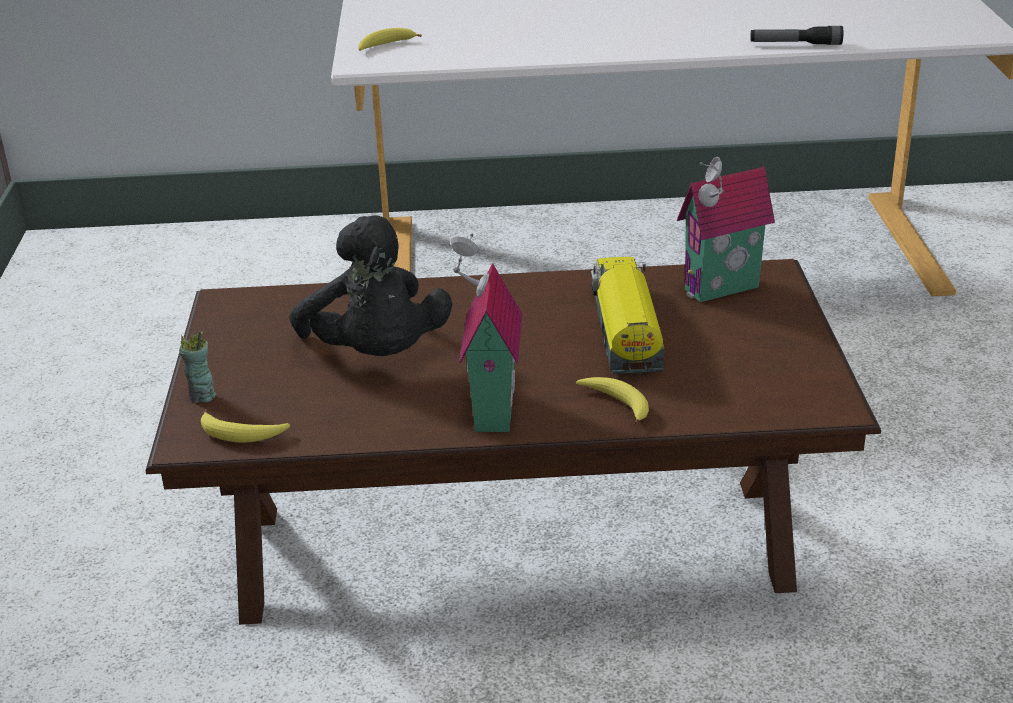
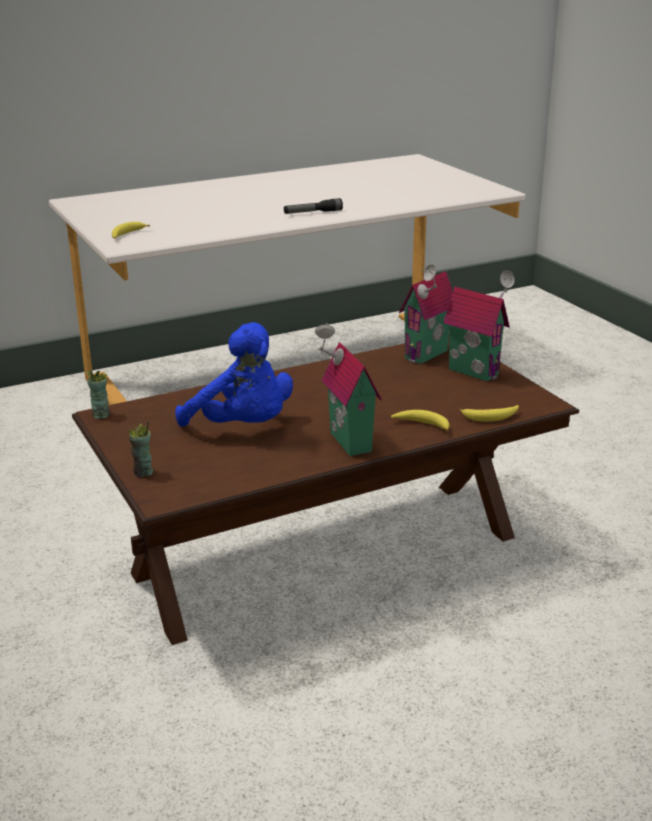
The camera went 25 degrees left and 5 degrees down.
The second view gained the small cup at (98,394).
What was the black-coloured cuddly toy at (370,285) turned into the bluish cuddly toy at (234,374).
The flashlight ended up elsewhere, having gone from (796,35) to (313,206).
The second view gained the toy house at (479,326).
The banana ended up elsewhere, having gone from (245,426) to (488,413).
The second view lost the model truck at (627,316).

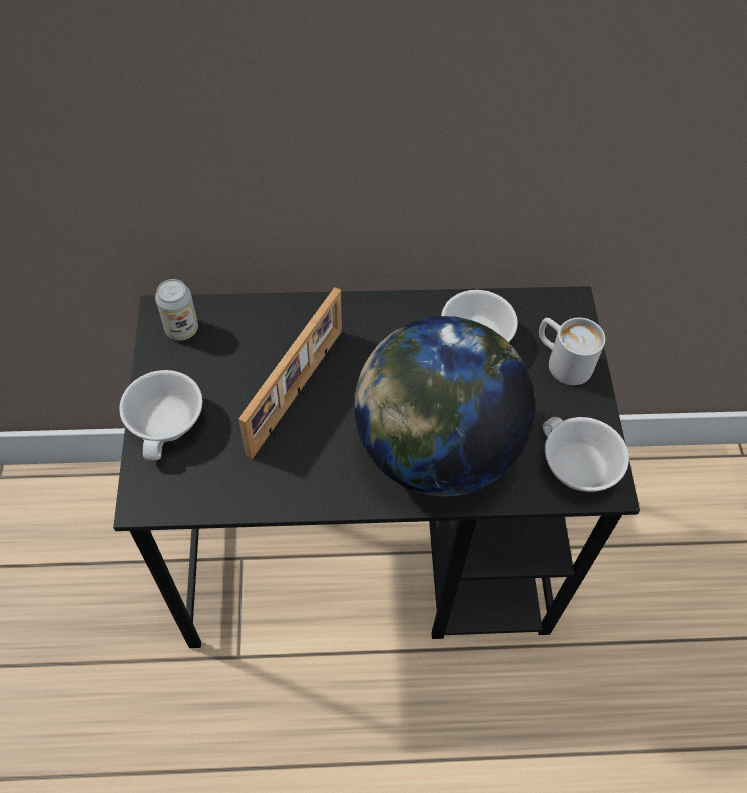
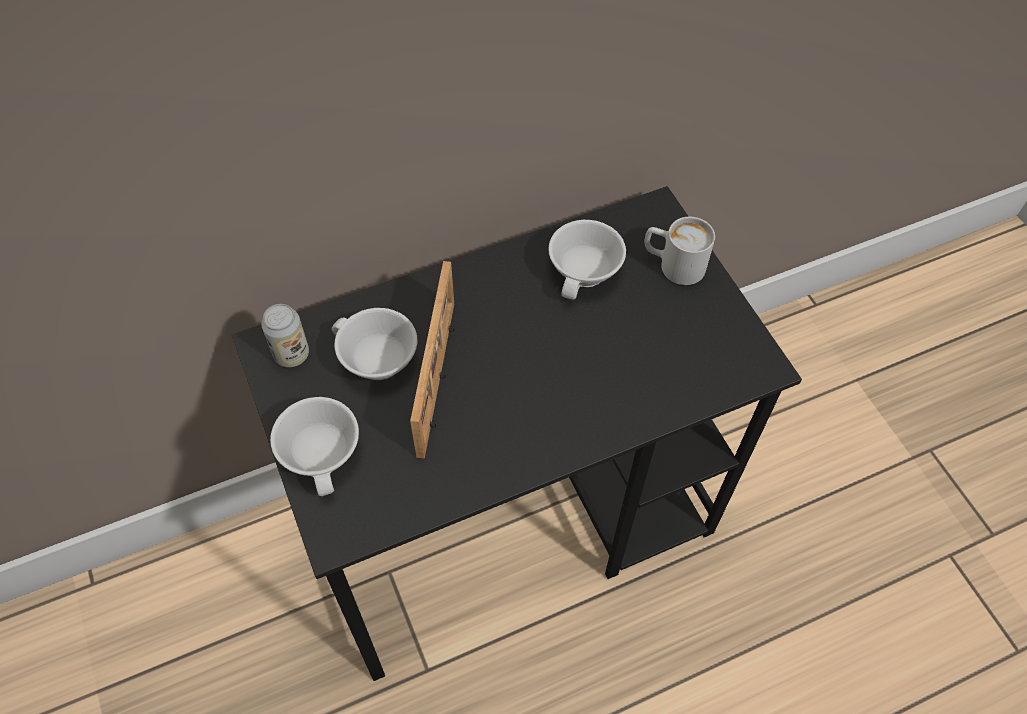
The camera went 20 degrees left and 0 degrees up.
The white small cup ended up elsewhere, having gone from (586,454) to (374,344).
The second view lost the desk globe at (444,406).

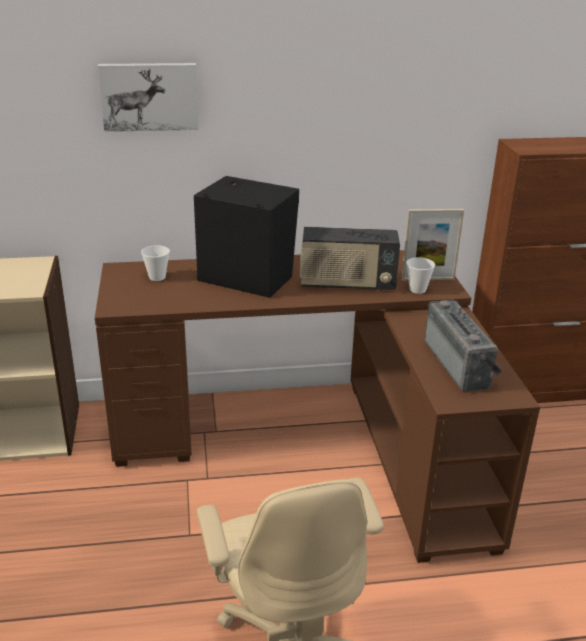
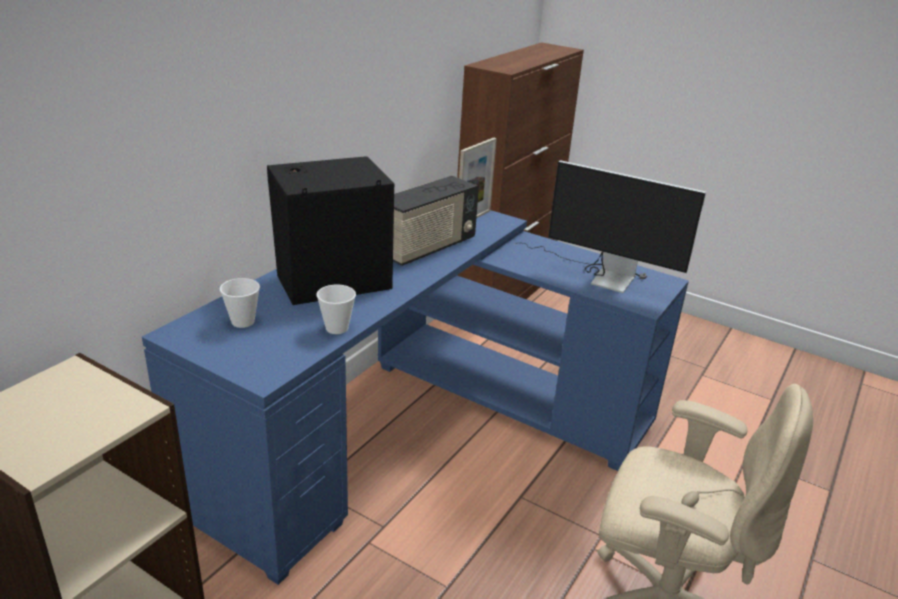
The camera went 50 degrees left and 0 degrees up.
What was the brown desk unit at (317,406) turned into the bluish desk unit at (415,397).
The small cup ended up elsewhere, having gone from (420,275) to (336,309).
Where the radio set stood at (464,346), the computer screen came to stand at (610,226).
The second view lost the wall art at (148,97).

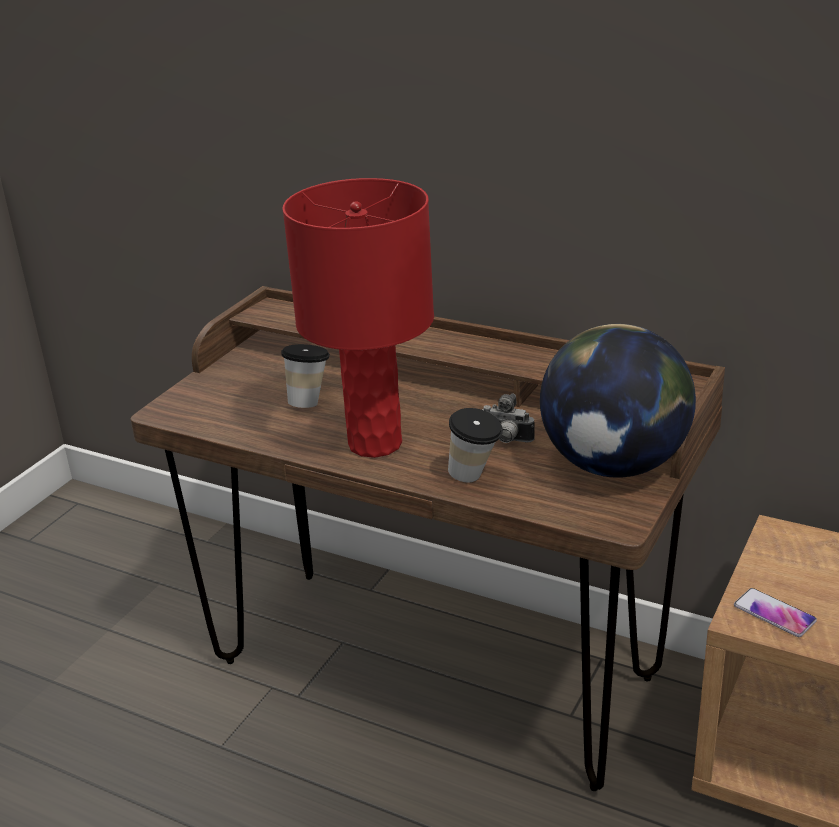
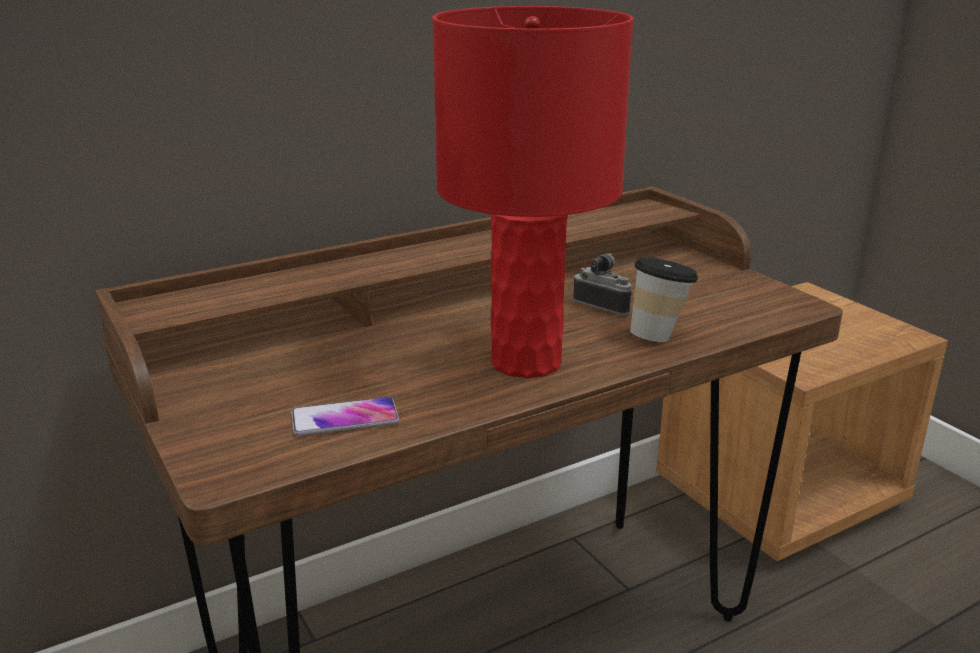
The camera went 60 degrees left and 5 degrees down.
The handset ended up elsewhere, having gone from (775,612) to (345,416).
The photo camera at (508,418) ended up facing another way, 105 degrees counterclockwise from before.
The second view lost the small cup at (305,376).
The second view lost the desk globe at (618,401).

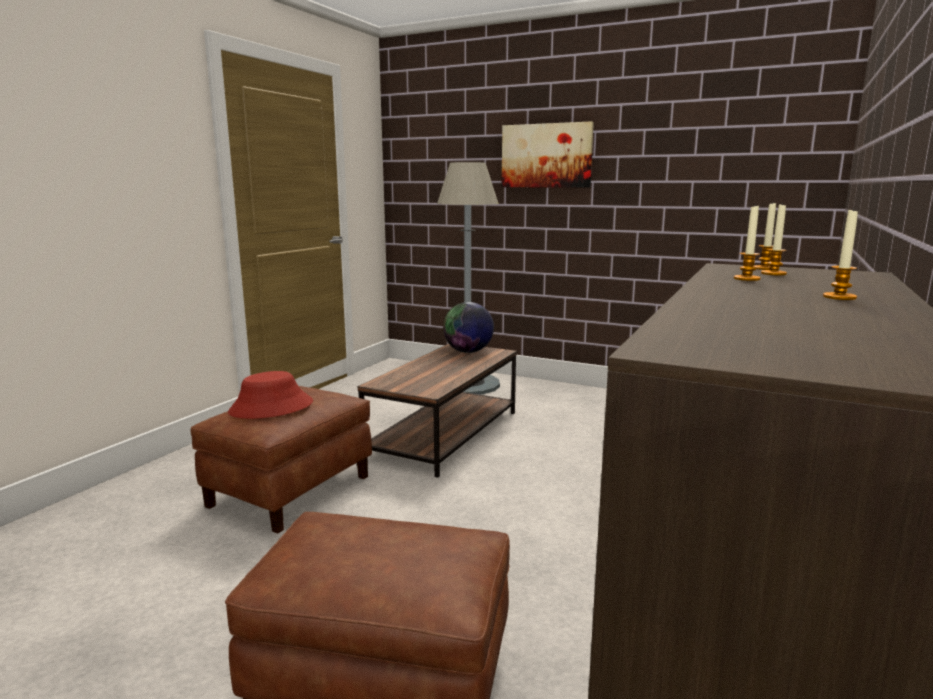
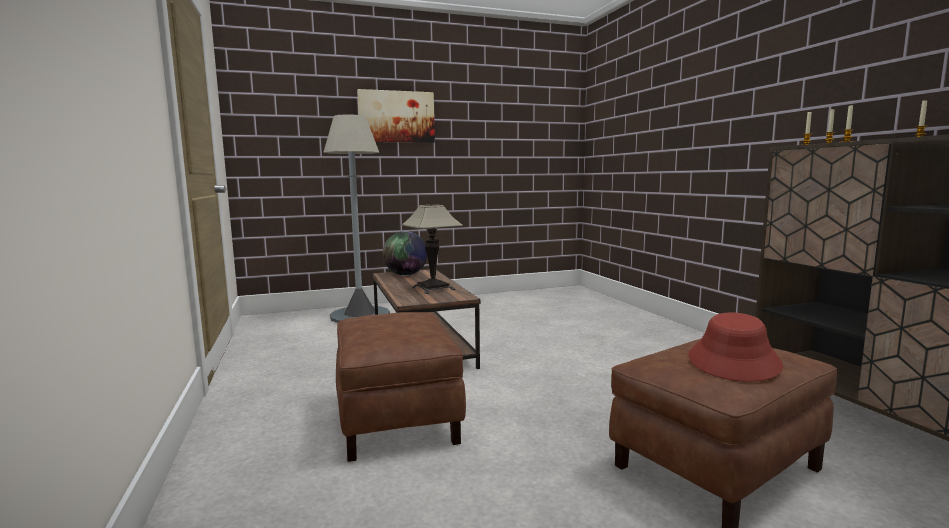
The camera went 45 degrees left and 5 degrees down.
The second view gained the tabletop lamp at (432,249).
The reddish hat ended up elsewhere, having gone from (270,395) to (735,347).

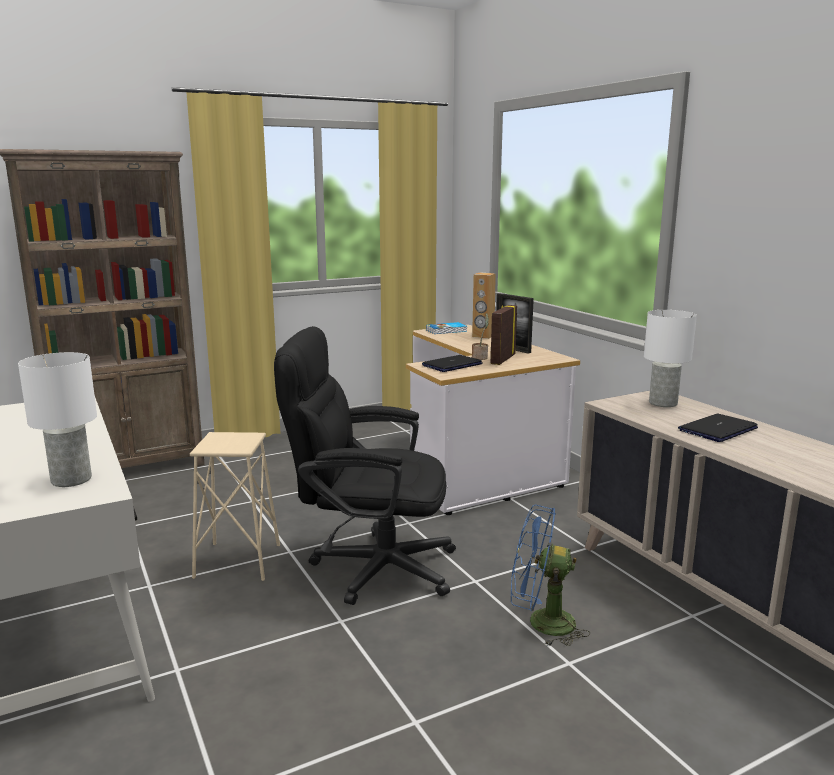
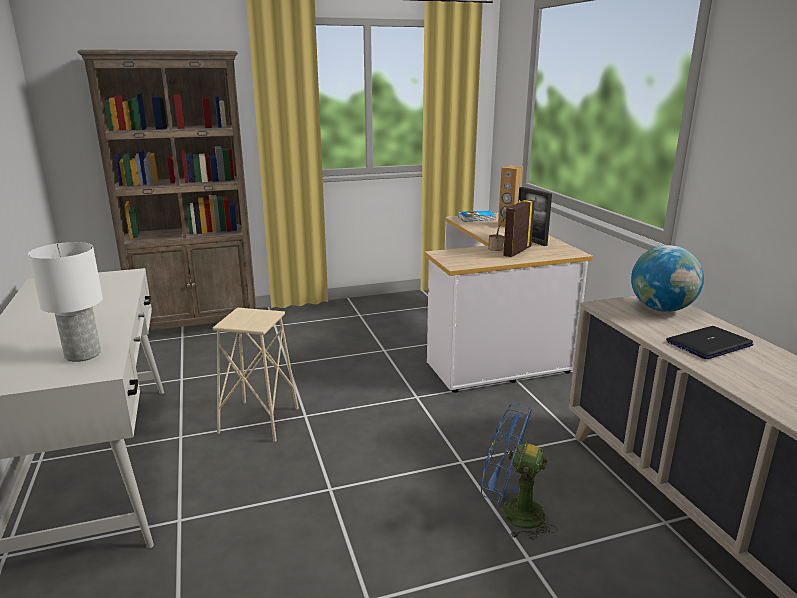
The camera went 10 degrees right and 5 degrees up.
Where the white tabletop lamp stood at (670,358), the desk globe came to stand at (667,278).
The second view lost the black-coloured office chair at (365,465).
The second view lost the notebook computer at (452,363).

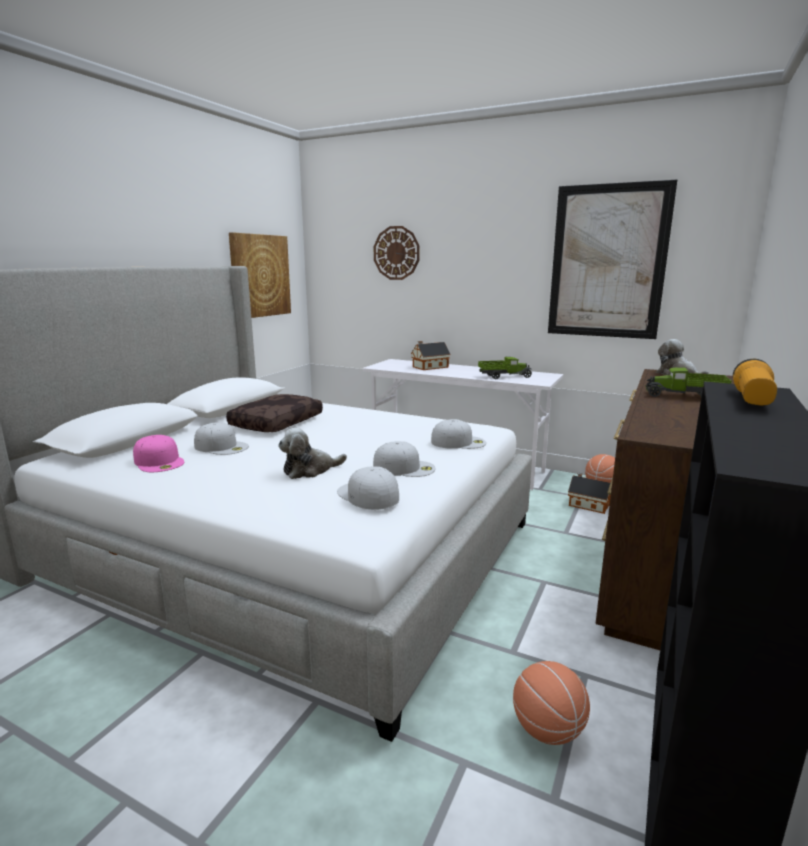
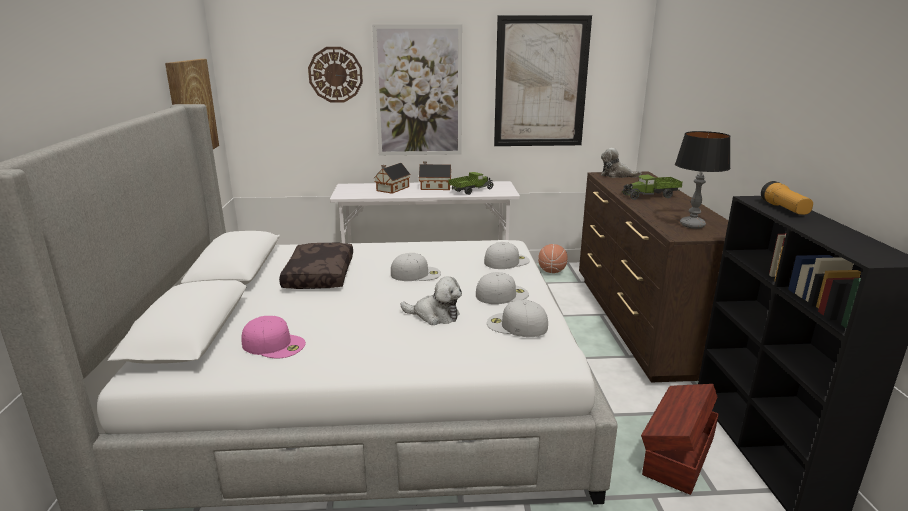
The camera went 30 degrees left and 5 degrees up.
The second view gained the wall art at (417,89).
The white baseball cap ended up elsewhere, having gone from (221,439) to (416,267).
The cuddly toy at (312,453) ended up facing another way, 105 degrees counterclockwise from before.
The toy house ended up elsewhere, having gone from (589,493) to (435,175).
Where the basketball ball stood at (551,703), the brown storage bin came to stand at (680,439).
The second view gained the tabletop lamp at (702,180).

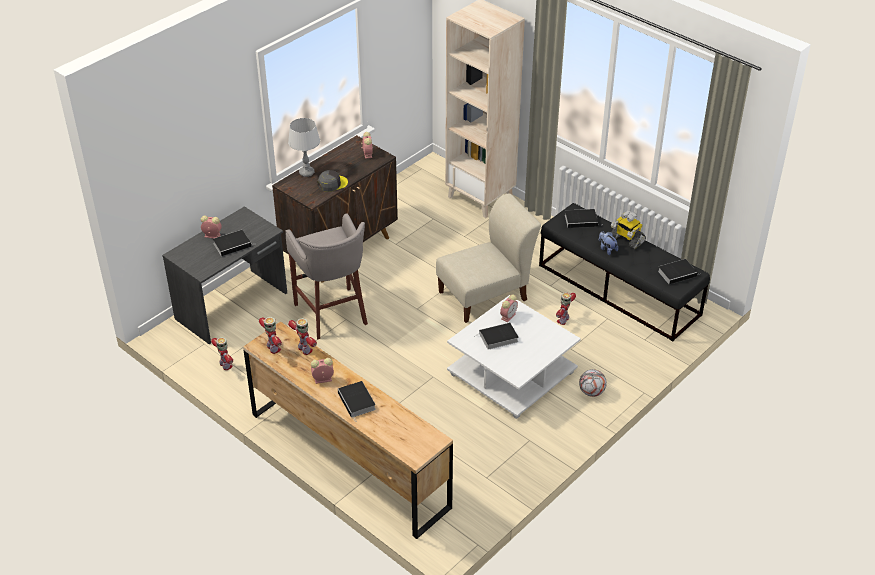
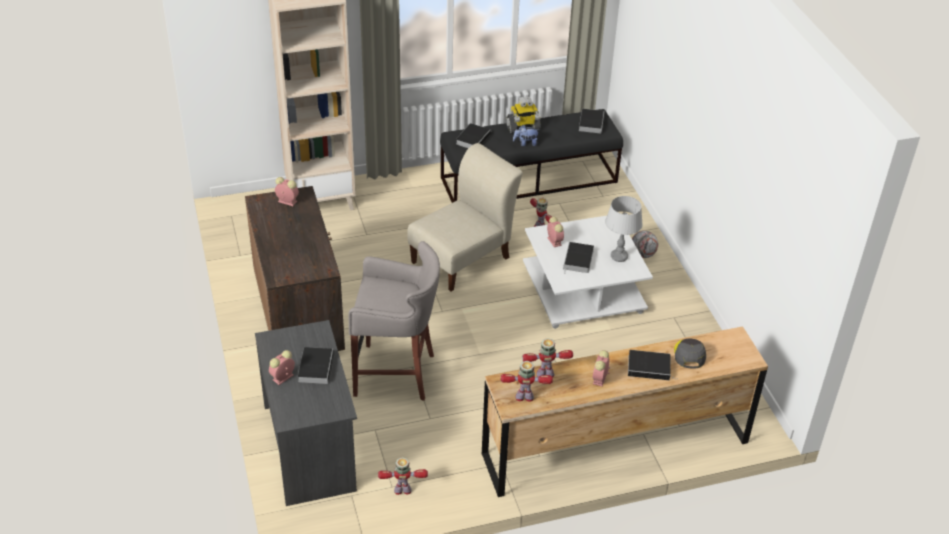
The camera went 60 degrees left and 0 degrees up.
The beige chair at (488,258) ended up facing another way, 45 degrees clockwise from before.
The grey tabletop lamp ended up elsewhere, having gone from (304,147) to (624,229).
The grey baseball cap ended up elsewhere, having gone from (333,181) to (690,353).

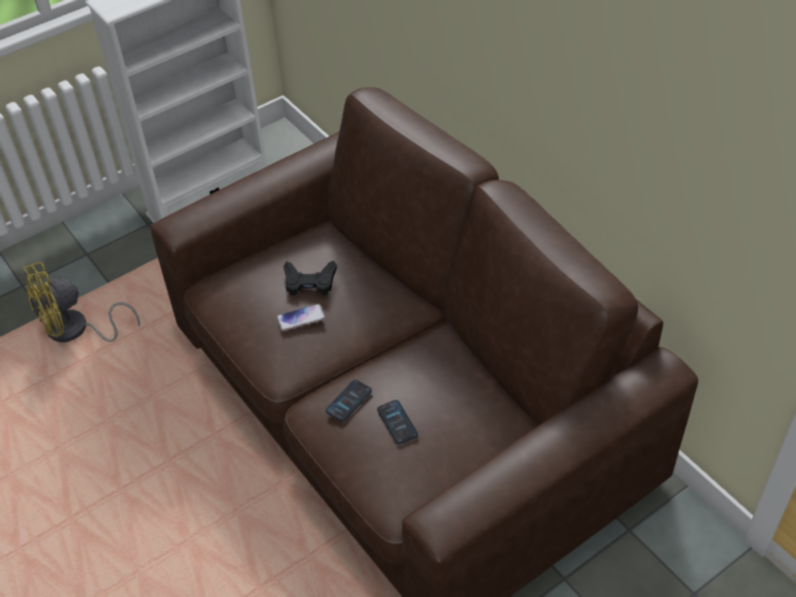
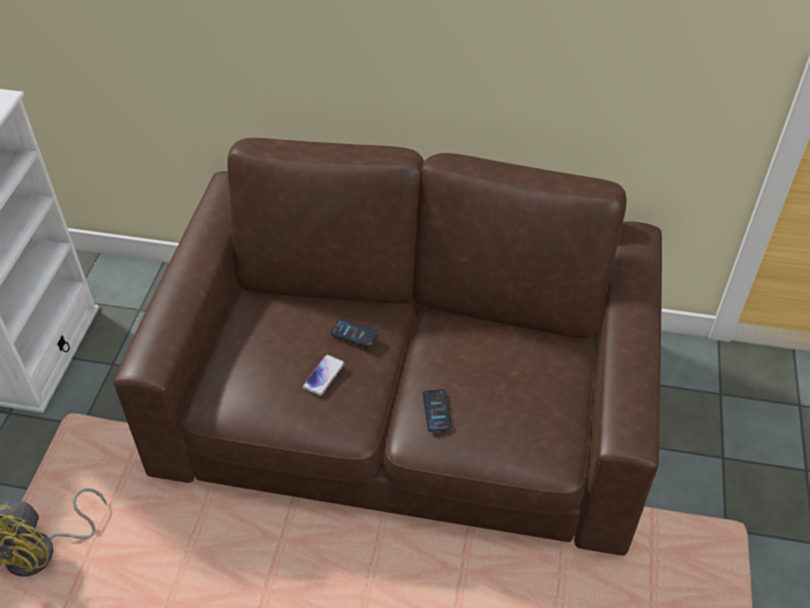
The camera went 45 degrees left and 0 degrees up.
The handset ended up elsewhere, having gone from (397,422) to (354,333).
The second view lost the black-coloured joypad at (310,277).

